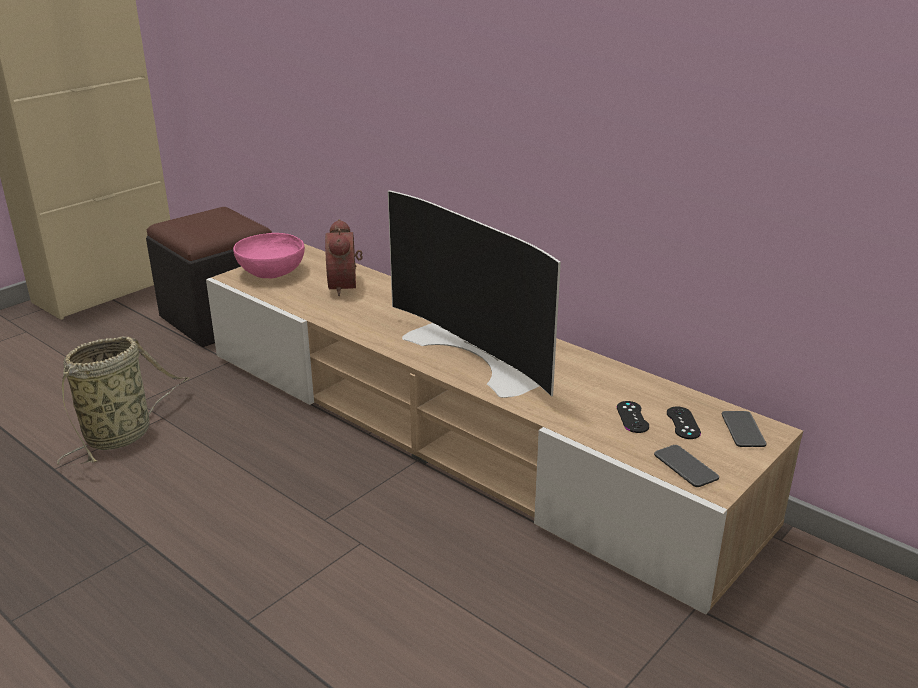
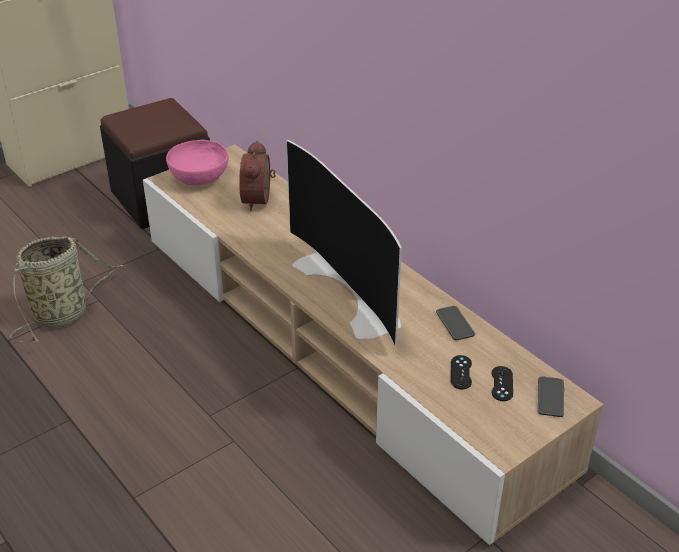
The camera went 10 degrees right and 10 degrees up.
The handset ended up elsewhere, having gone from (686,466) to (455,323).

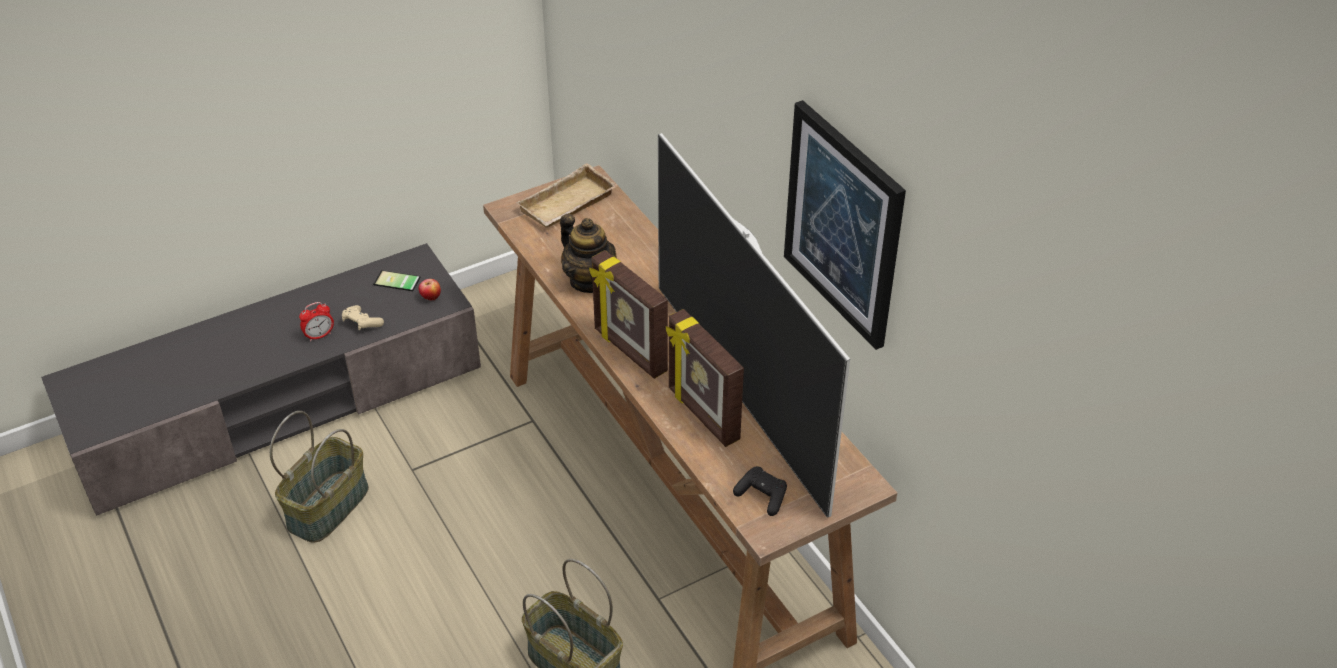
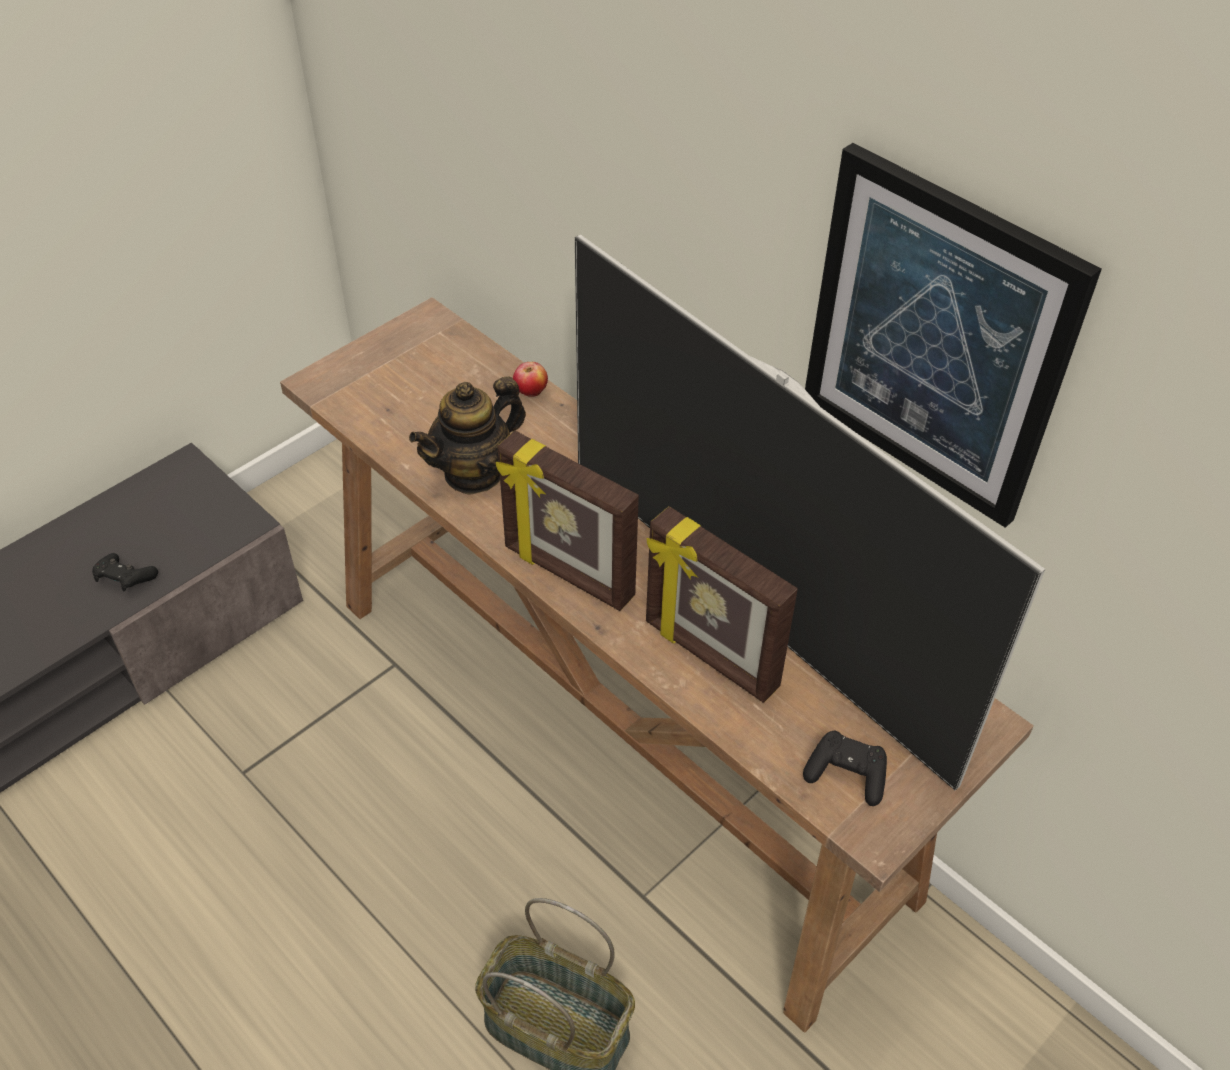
The camera went 15 degrees left and 5 degrees up.
What was the beige joypad at (363,317) turned into the black-coloured joypad at (125,572).
The pot for tea at (588,253) ended up facing another way, 105 degrees clockwise from before.
The apple fruit ended up elsewhere, having gone from (430,290) to (530,379).
The second view lost the household basket at (319,476).
The second view lost the bedside clock at (316,322).
The second view lost the handset at (397,280).
The second view lost the beige tray at (567,195).

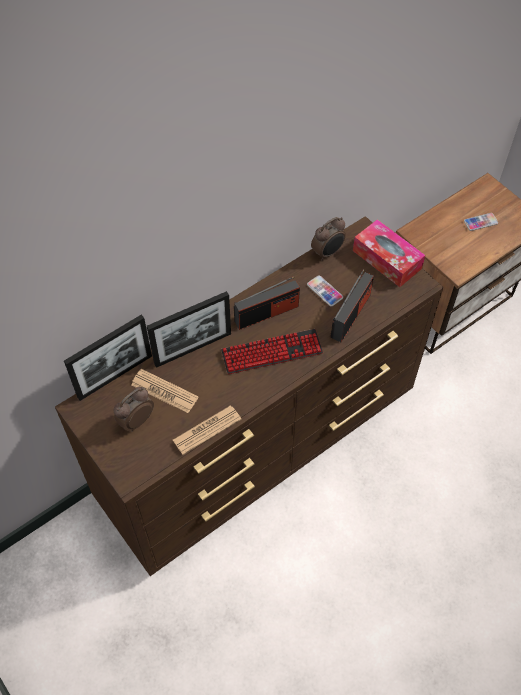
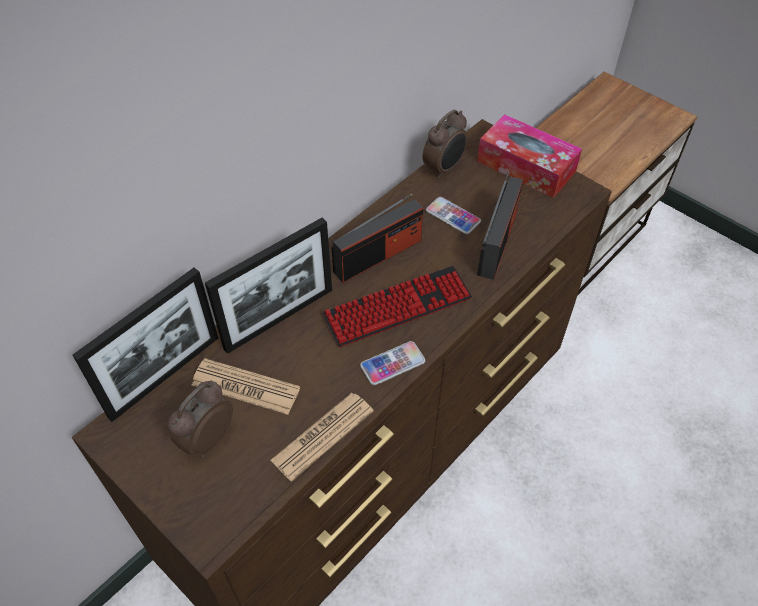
The camera went 10 degrees left and 5 degrees down.
The handset ended up elsewhere, having gone from (481,222) to (392,363).

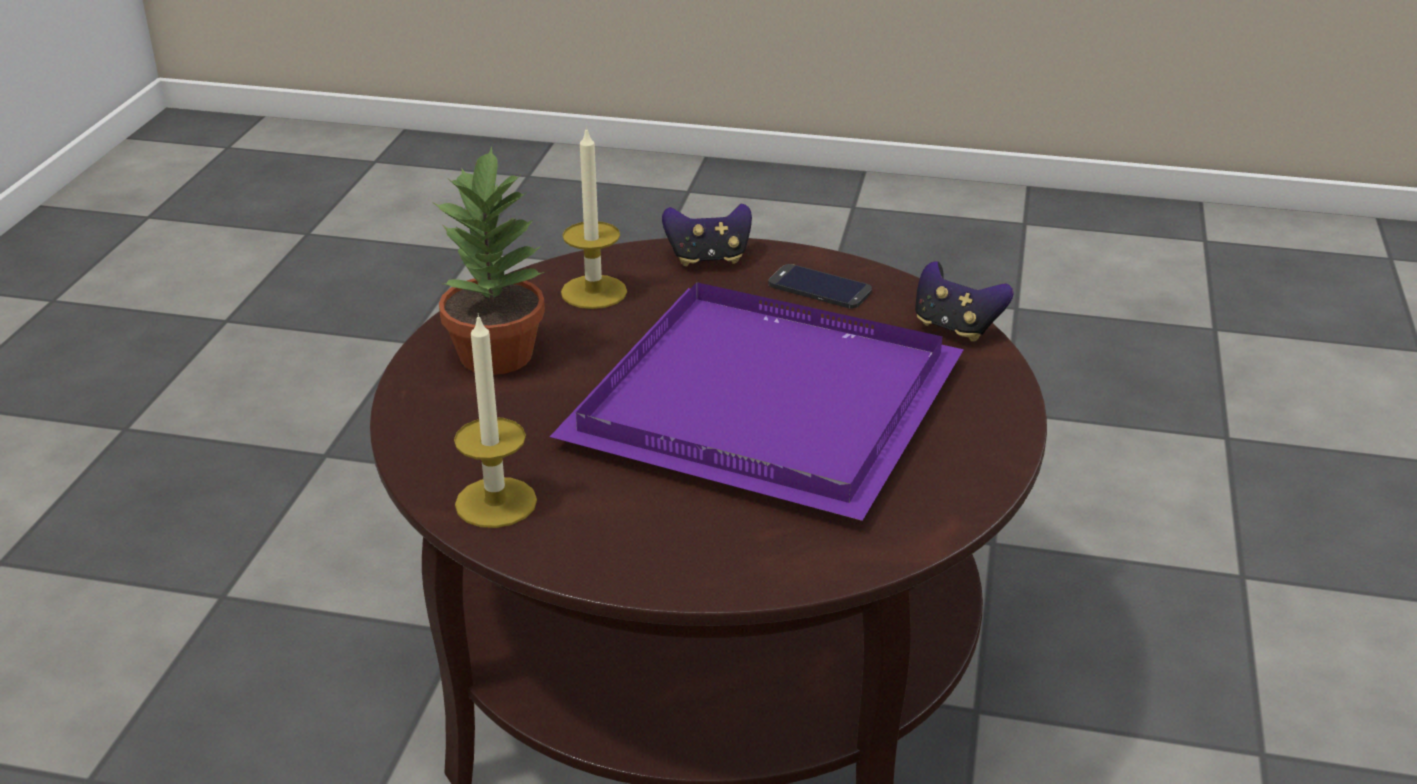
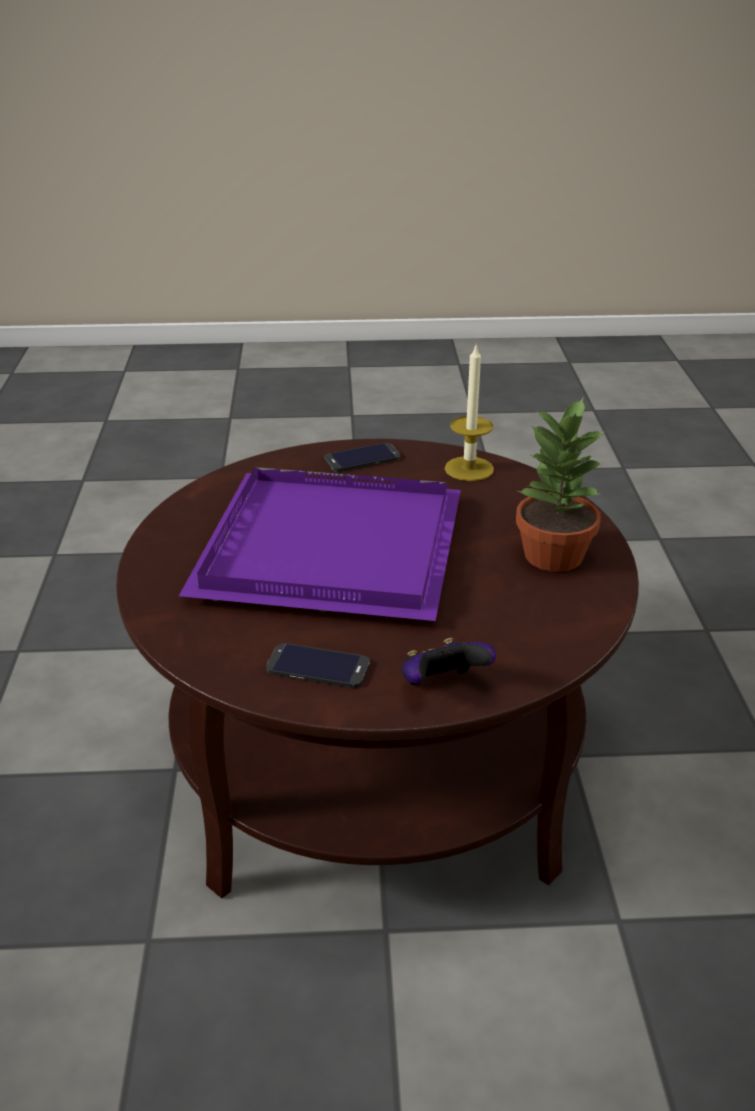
The camera went 165 degrees right and 0 degrees up.
The second view gained the handset at (362,457).
The second view lost the candle at (594,217).
The second view lost the joypad at (964,301).

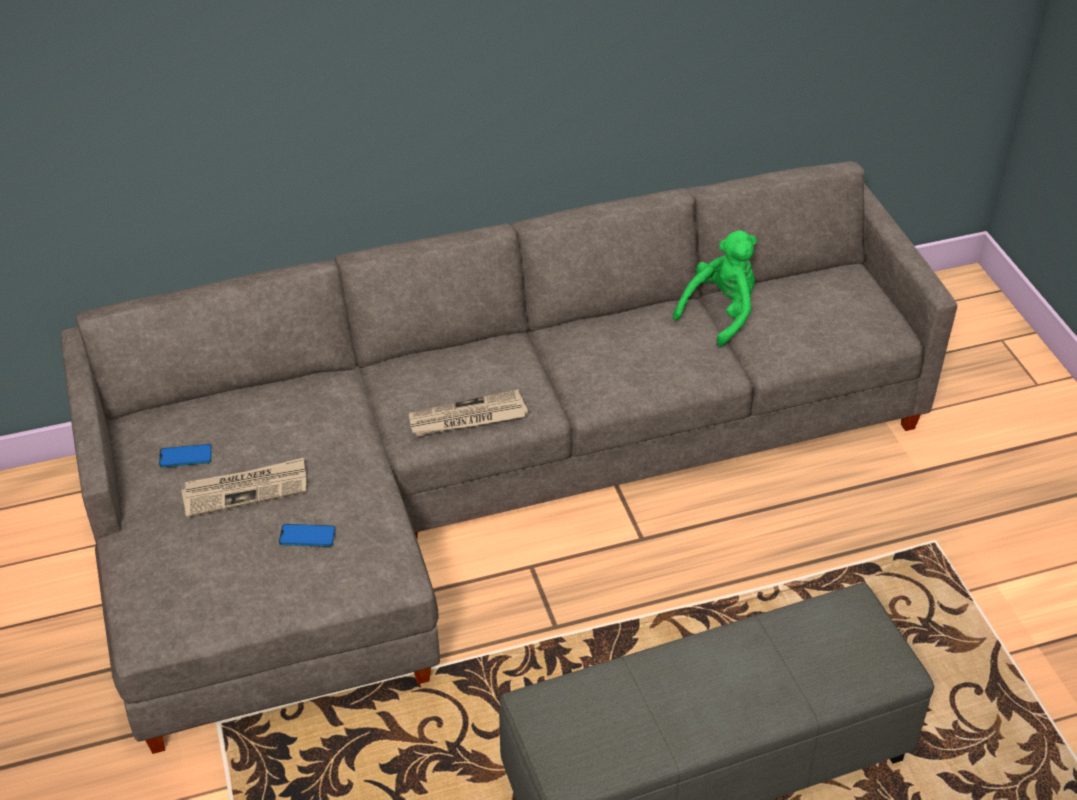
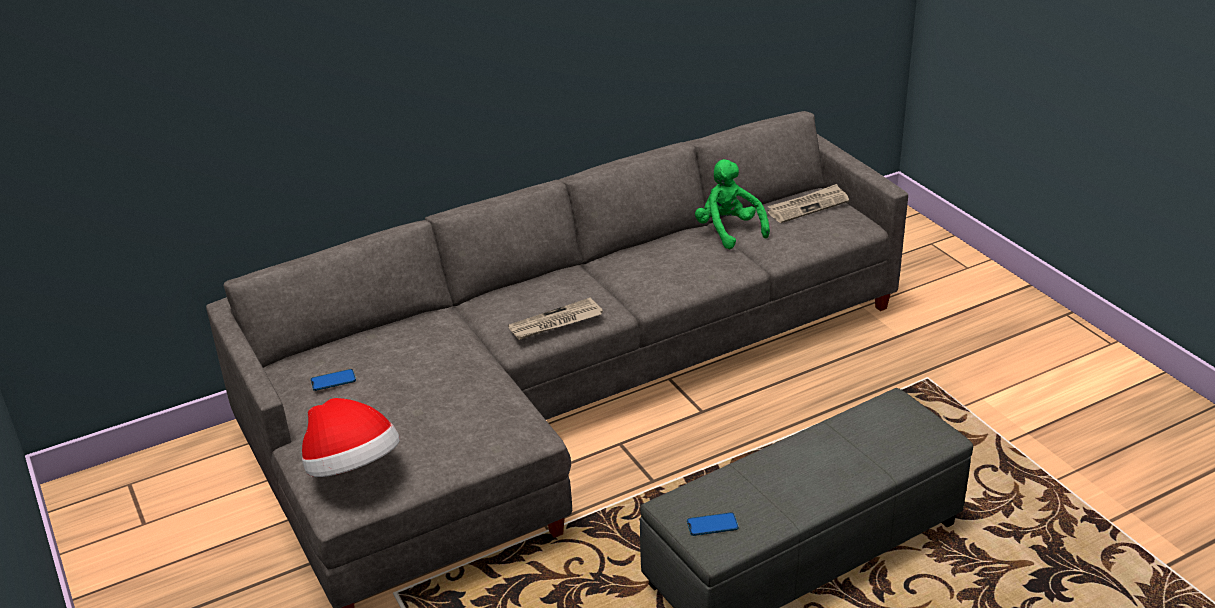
The camera went 10 degrees left and 10 degrees down.
The second view gained the hat at (351,437).
The handset ended up elsewhere, having gone from (307,535) to (713,524).
The greenish cuddly toy at (715,288) ended up facing another way, 60 degrees counterclockwise from before.
The printed paper ended up elsewhere, having gone from (243,488) to (808,203).

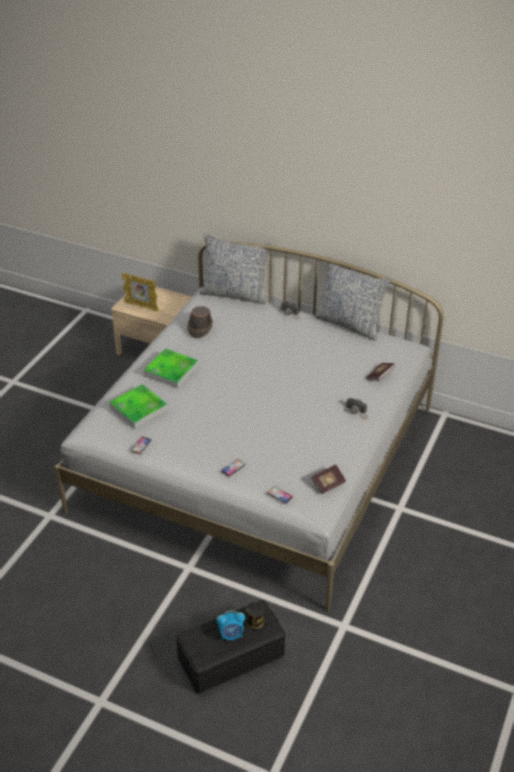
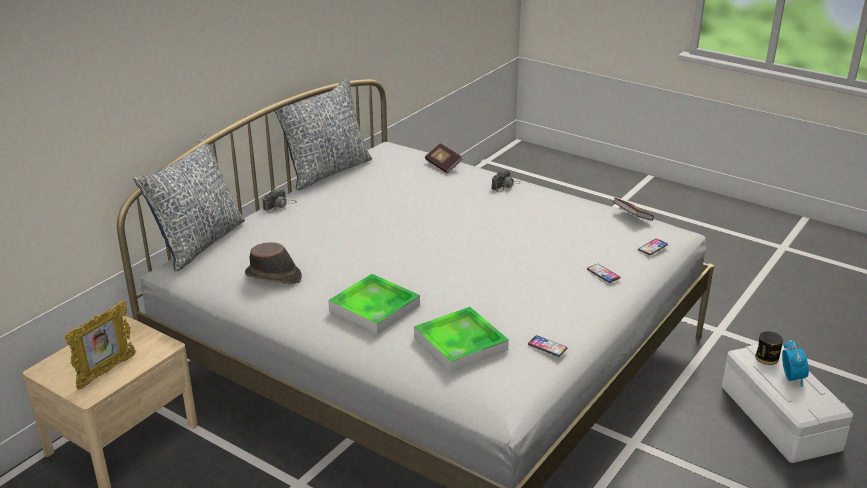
The camera went 80 degrees left and 10 degrees down.
What was the black-coloured storage bin at (230,646) turned into the white storage bin at (787,403).

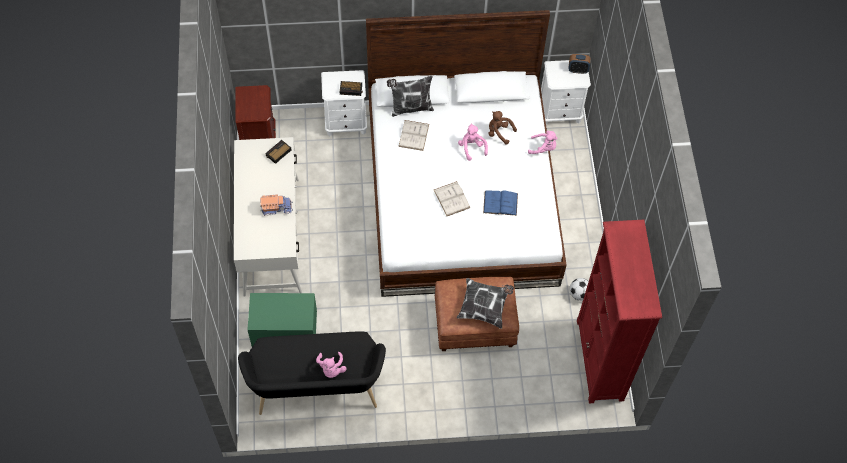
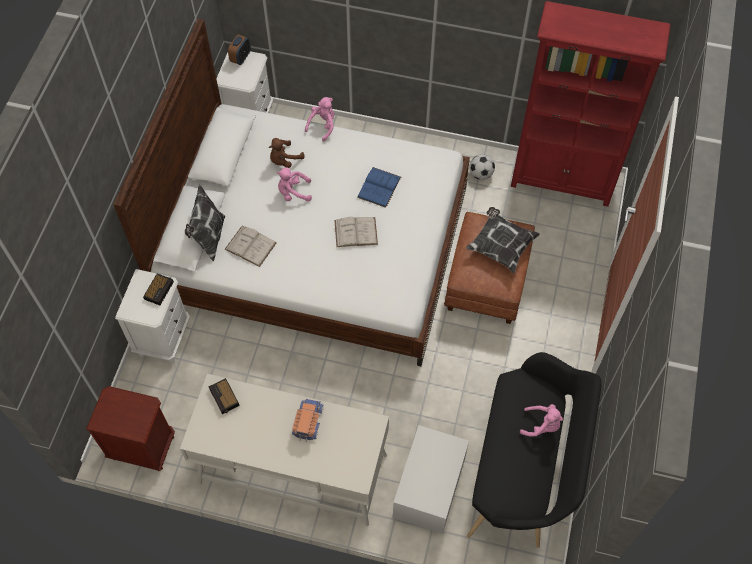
The camera went 70 degrees left and 0 degrees up.
What was the greenish storage bin at (282,320) turned into the white storage bin at (431,479).

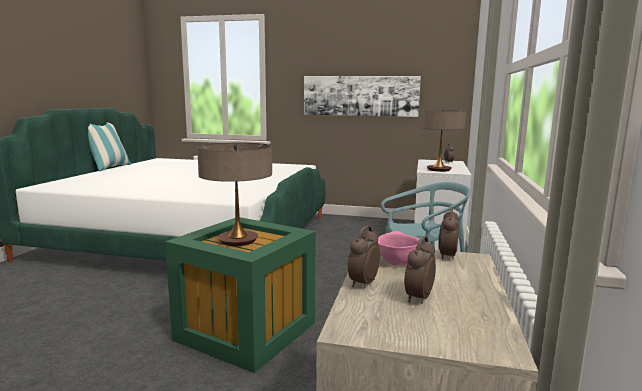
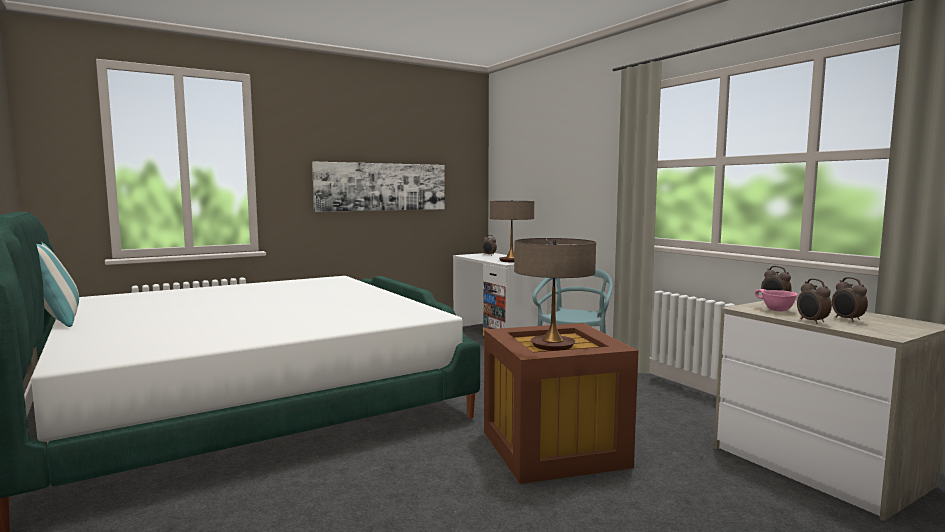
The camera went 45 degrees left and 5 degrees down.
What was the greenish storage bin at (240,295) turned into the brown storage bin at (561,403).

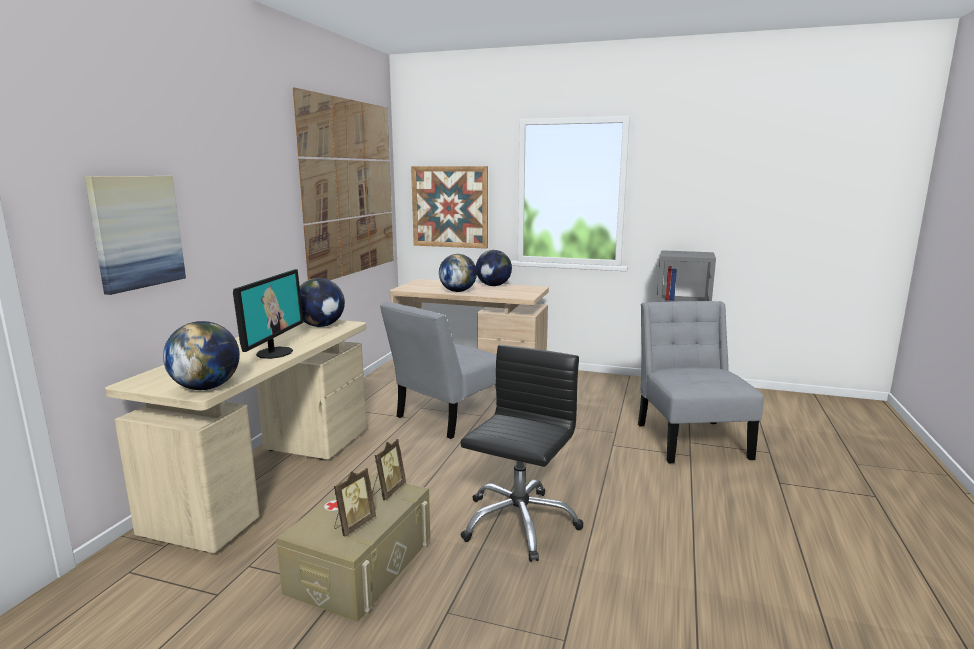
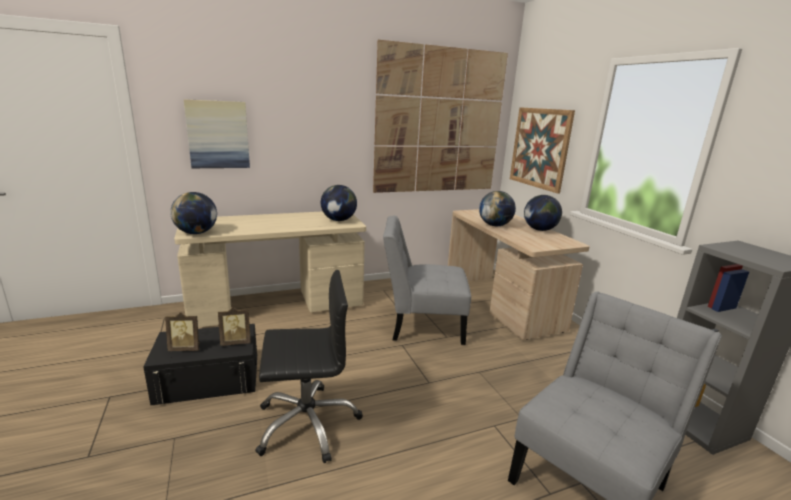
The camera went 50 degrees right and 5 degrees up.
What was the beige storage bin at (353,548) turned into the black-coloured storage bin at (200,364).
The second view lost the computer screen at (268,314).

